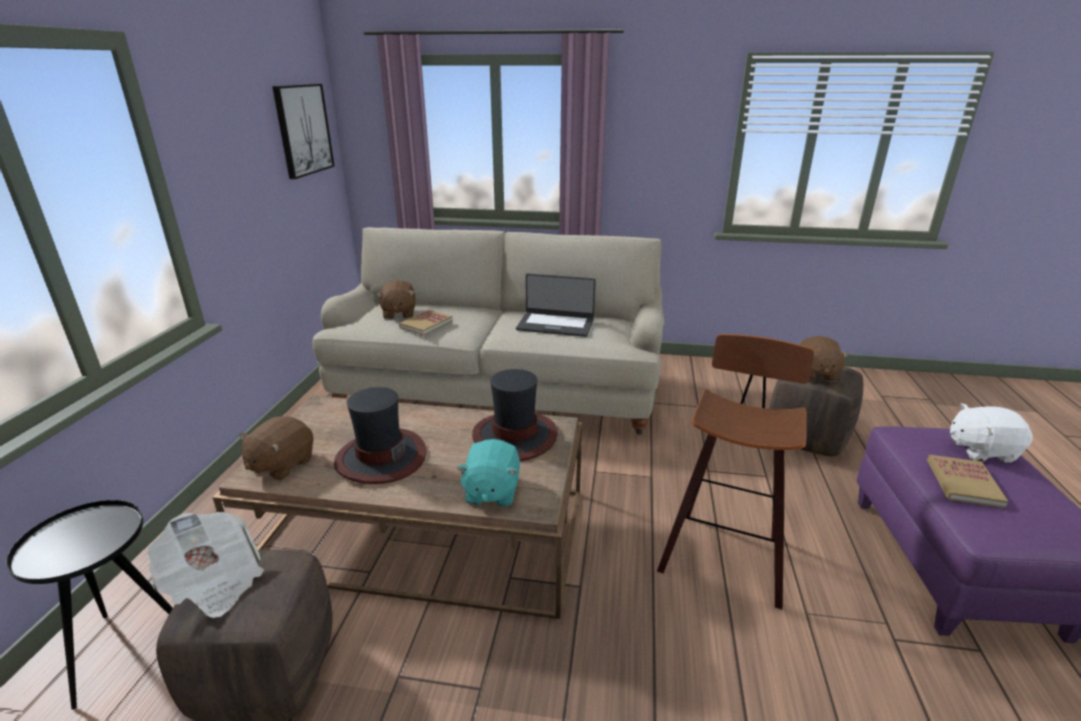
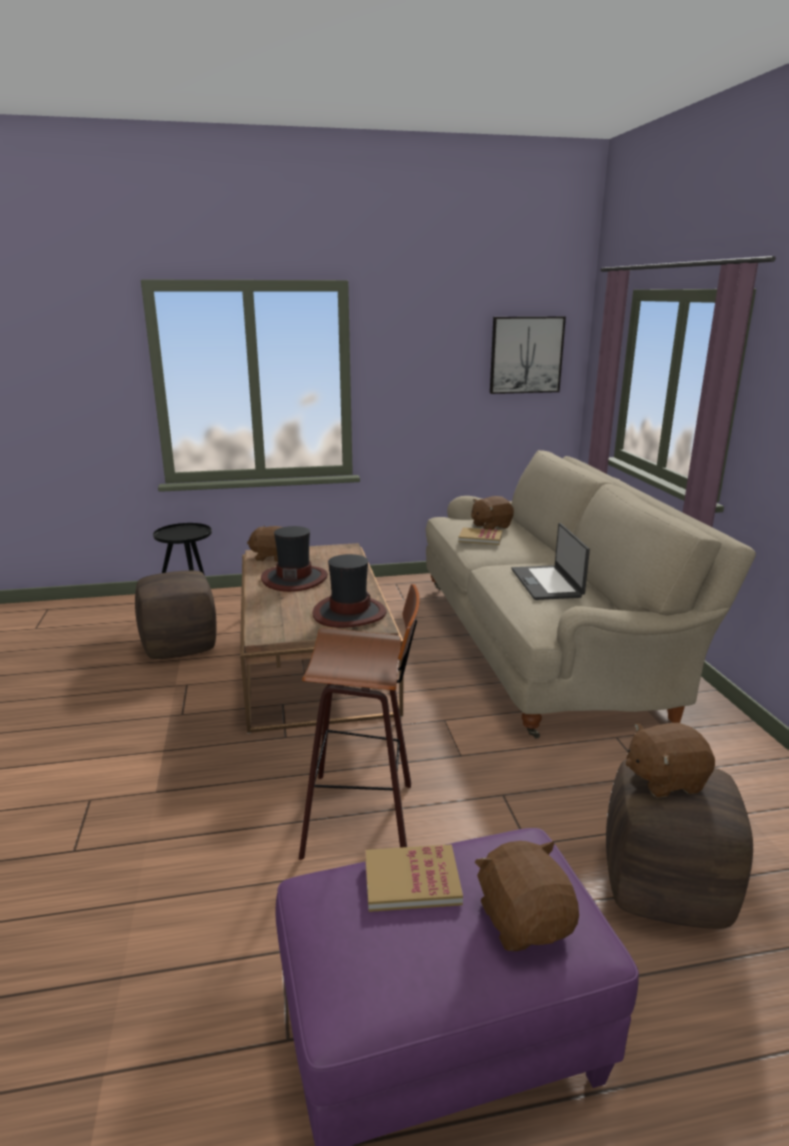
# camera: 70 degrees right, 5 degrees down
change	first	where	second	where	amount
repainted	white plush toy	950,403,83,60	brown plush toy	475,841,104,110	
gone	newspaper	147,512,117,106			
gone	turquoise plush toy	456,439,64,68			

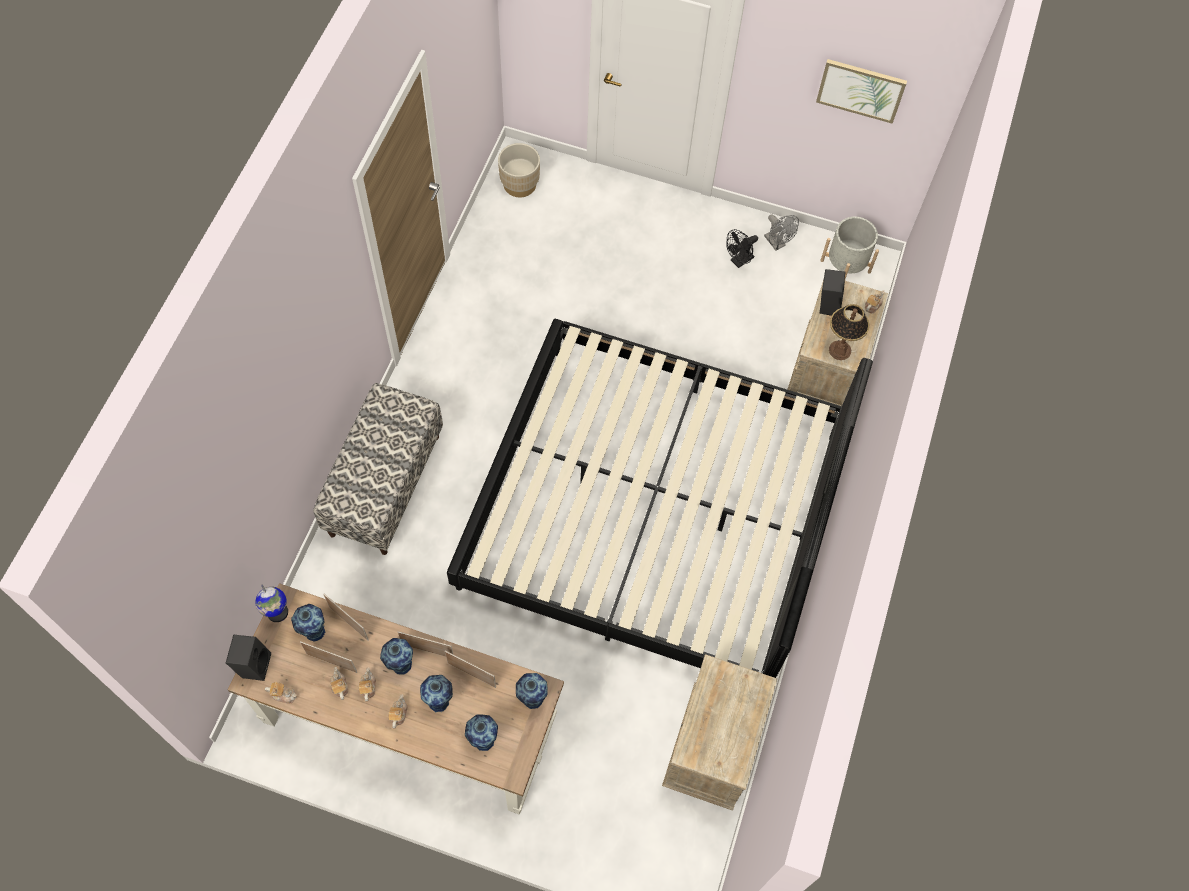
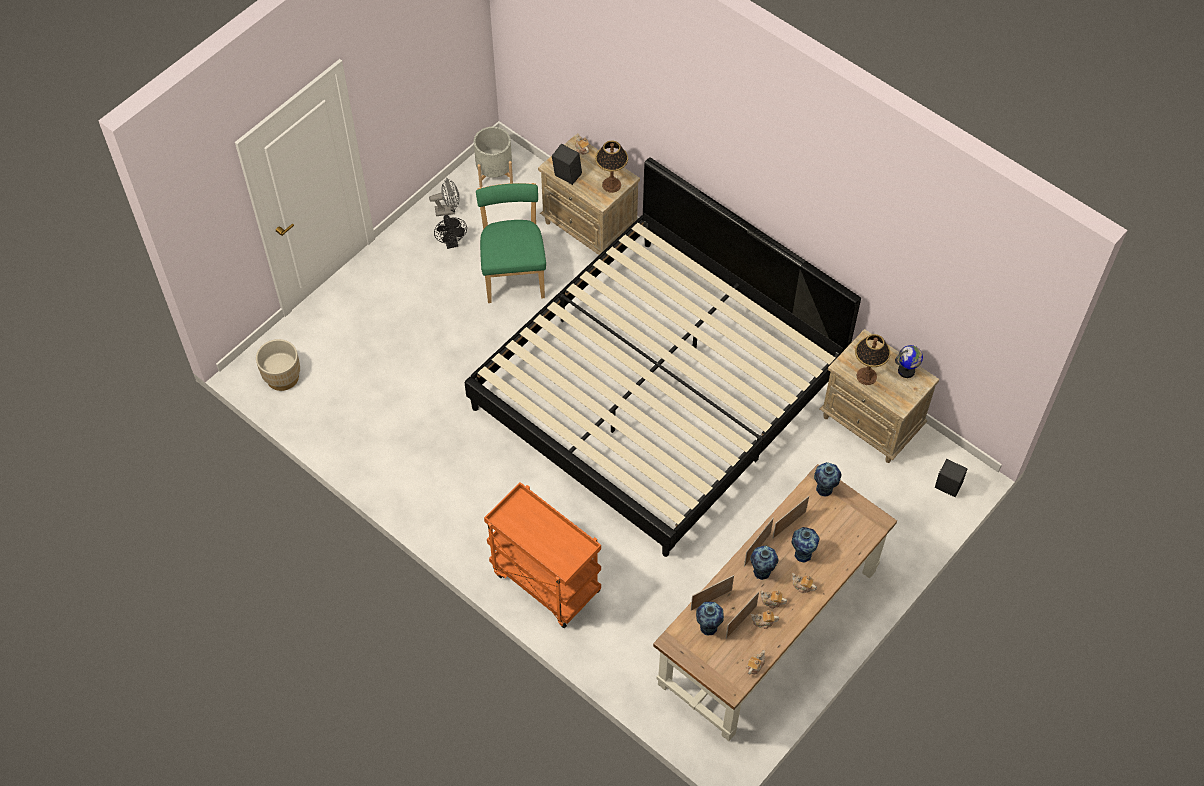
# camera: 65 degrees left, 5 degrees down
change	first	where	second	where	amount
new			green chair	476,183,70,120	
swapped	bench	313,383,130,172	orange cart	484,482,117,146	
new			table lamp	855,334,35,51	
shifted	globe	255,584,33,38		895,345,28,33	
shifted	black speaker	226,634,45,47		935,459,33,38	
gone	vase	465,714,33,37			
gone	picture	816,59,91,65			

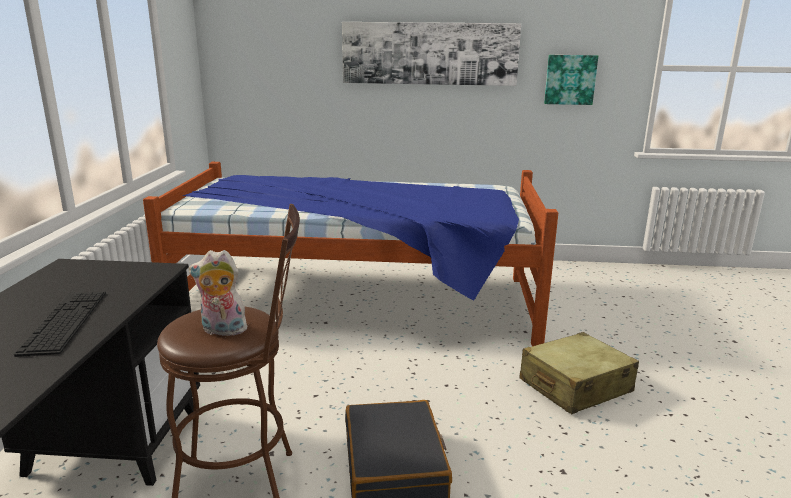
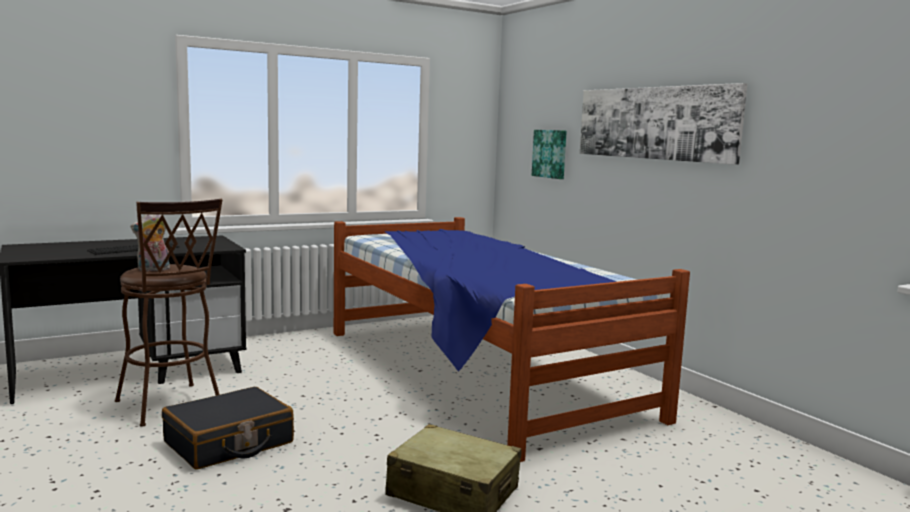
# camera: 55 degrees right, 10 degrees down
change	first	where	second	where	amount
rotated	plush toy	189,250,58,86		131,214,39,57	90 degrees counterclockwise
shifted	picture	544,55,54,50		532,130,35,49	

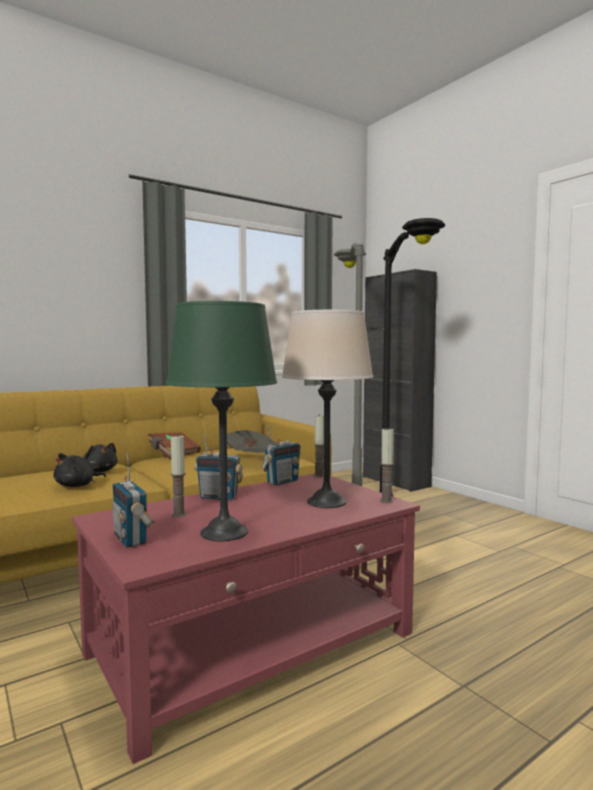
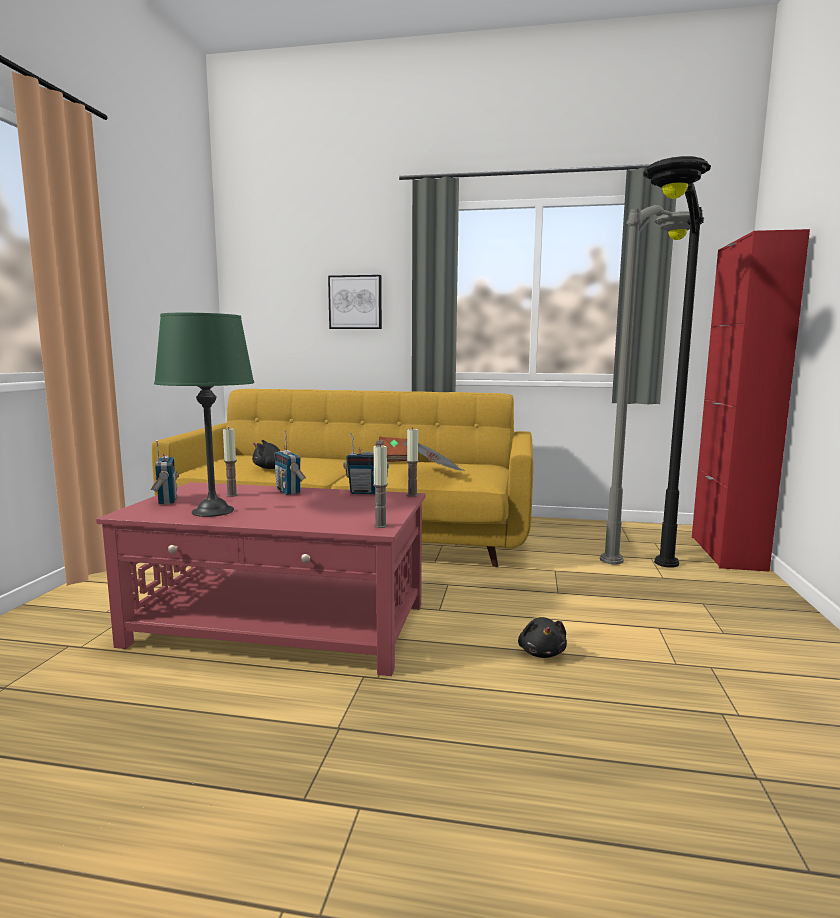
# camera: 45 degrees right, 5 degrees up
change	first	where	second	where	amount
rotated	radio	112,453,42,95		151,440,28,65	150 degrees clockwise
new			picture	328,275,54,54	
shifted	black plush toy	83,443,35,29		518,617,49,41	
repainted	black cabinet	363,269,74,223	red cabinet	692,229,118,343	
gone	beige table lamp	282,310,91,198			

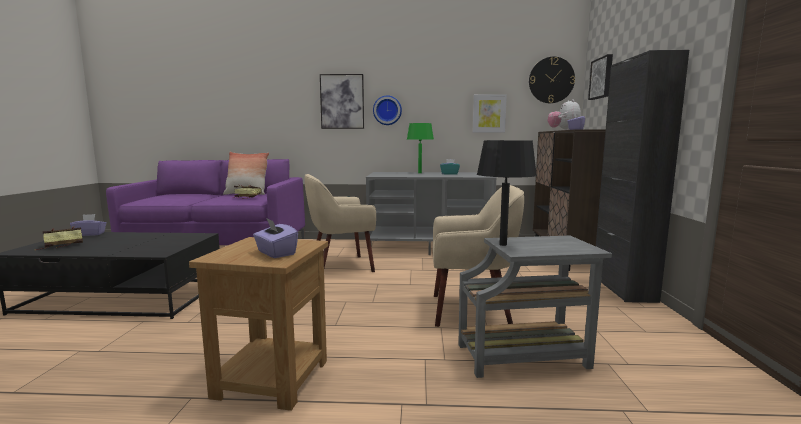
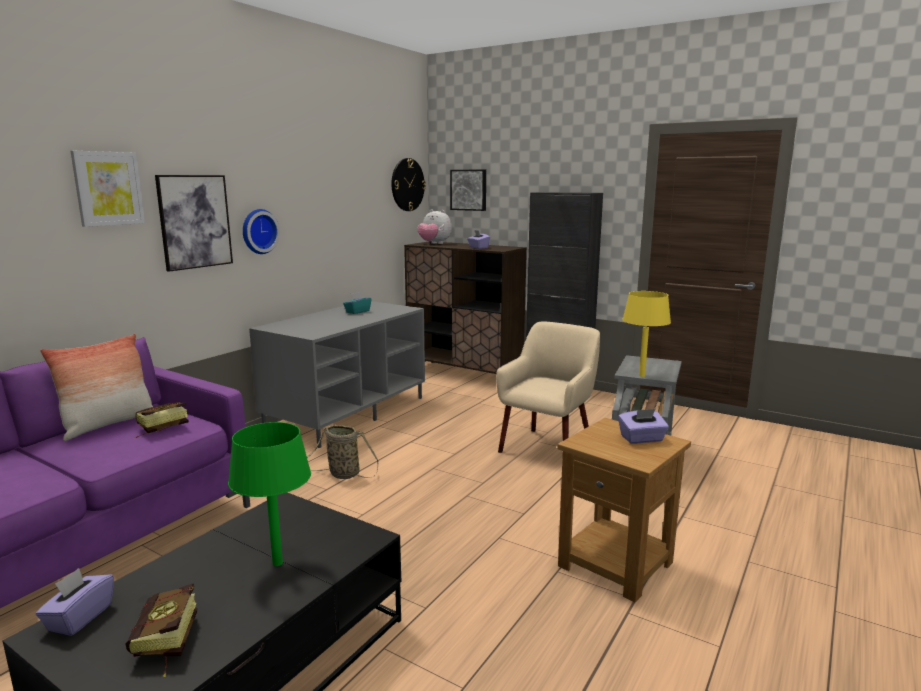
# camera: 60 degrees left, 5 degrees up
change	first	where	second	where	amount
shifted	picture	473,94,34,39		71,151,74,76	
shifted	green table lamp	407,123,27,50		228,422,83,144	
swapped	beige armchair	304,174,72,98	basket	307,425,72,54	
repainted	black table lamp	477,140,60,106	yellow table lamp	622,291,49,86	

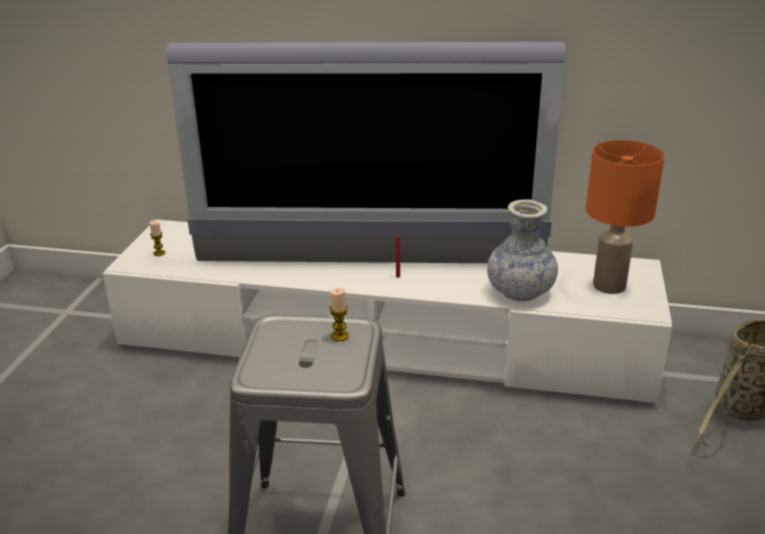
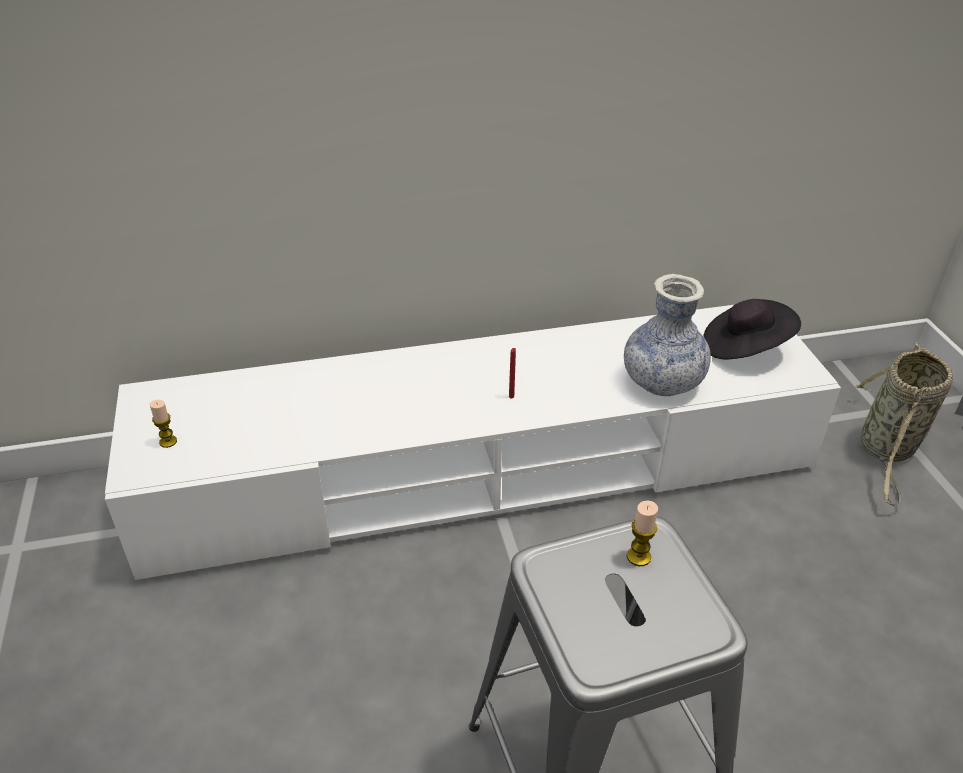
# camera: 25 degrees left, 10 degrees up
change	first	where	second	where	amount
swapped	orange table lamp	586,140,79,154	black hat	703,299,98,60	
gone	television	167,42,398,221			

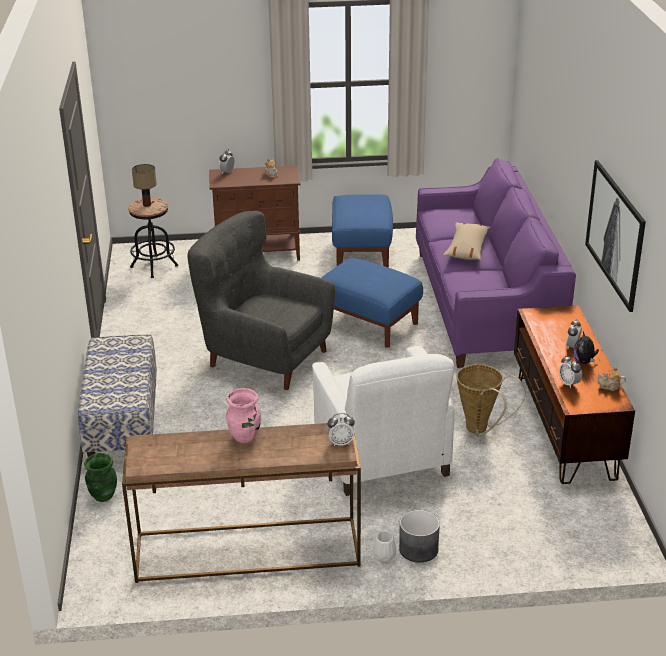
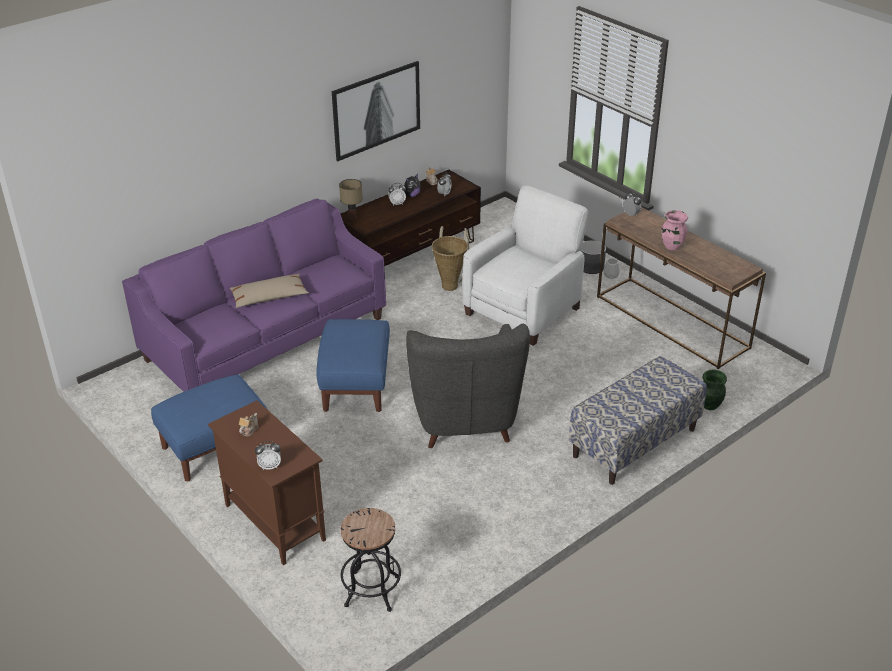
# camera: 125 degrees left, 5 degrees up
change	first	where	second	where	amount
shifted	table lamp	132,164,25,43		339,179,24,41	

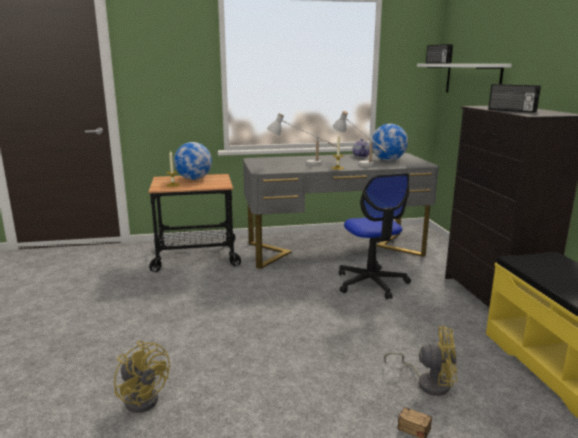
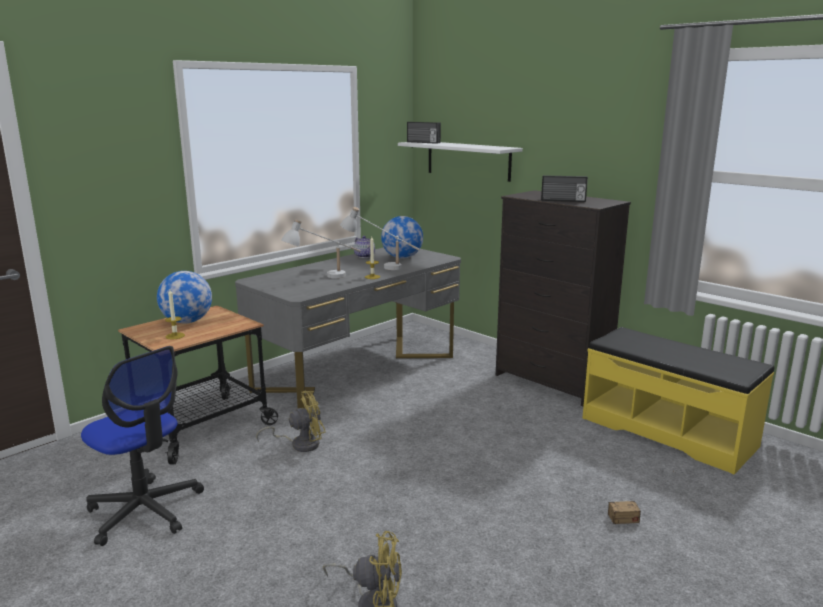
# camera: 35 degrees left, 0 degrees up
change	first	where	second	where	amount
shifted	office chair	339,173,72,126		81,346,123,200	
shifted	yellow fan	384,326,73,70		256,391,70,61	

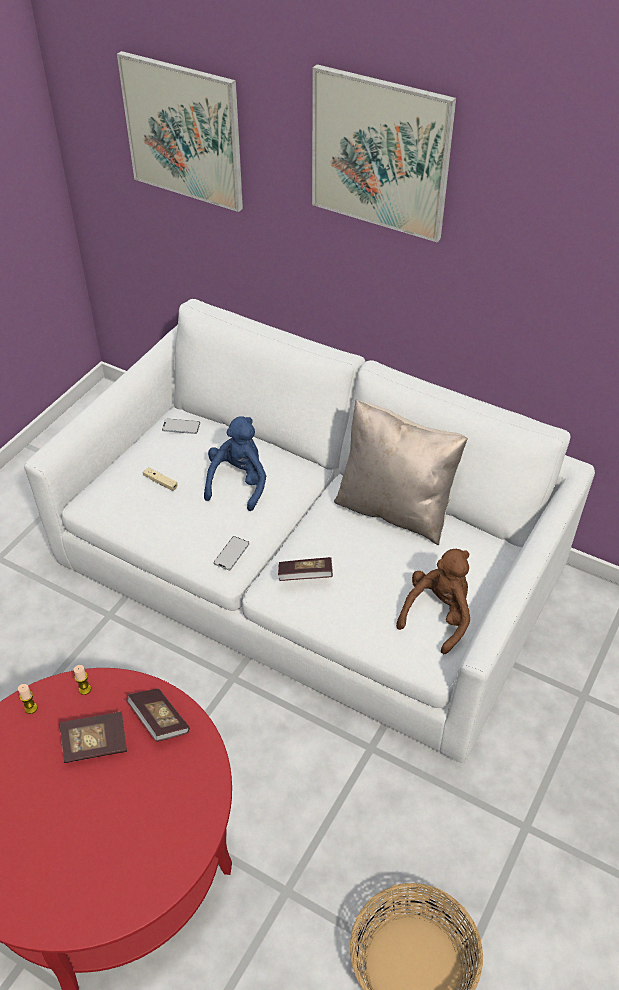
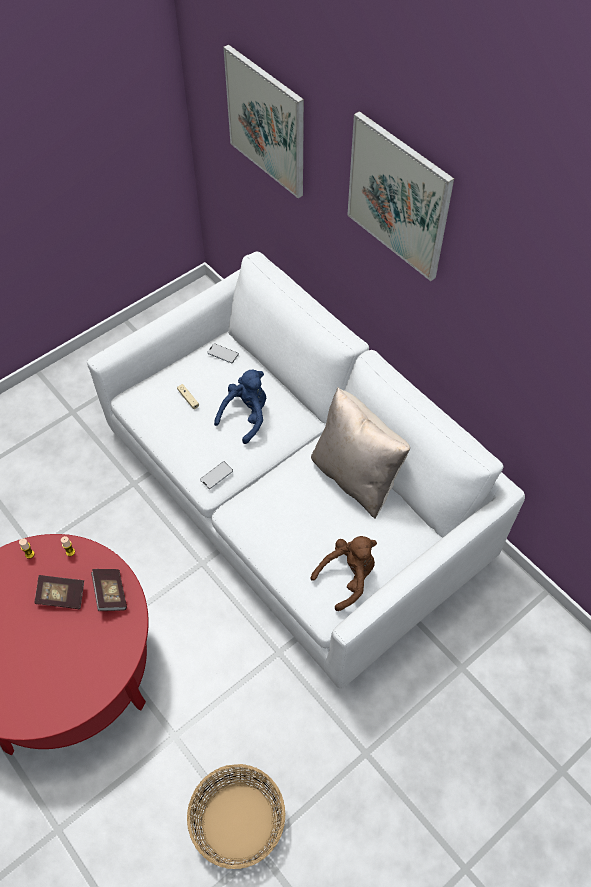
# camera: 20 degrees right, 10 degrees up
change	first	where	second	where	amount
gone	book	278,557,55,24			

